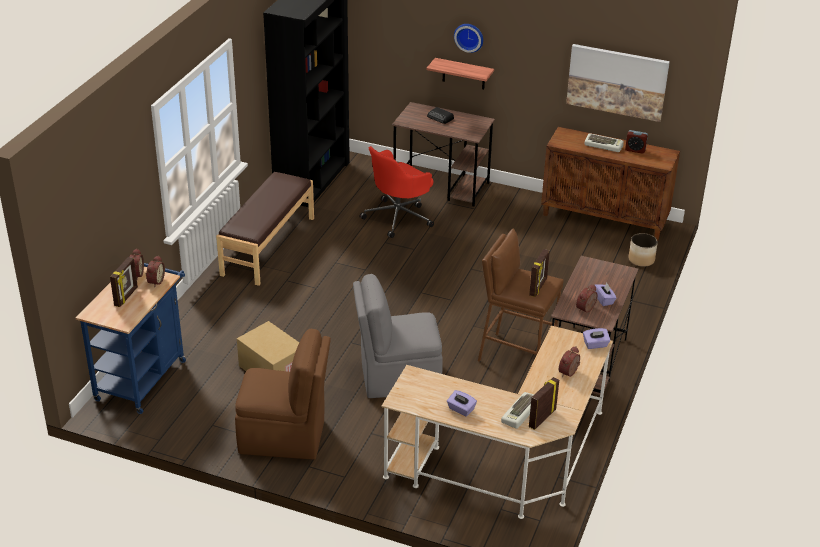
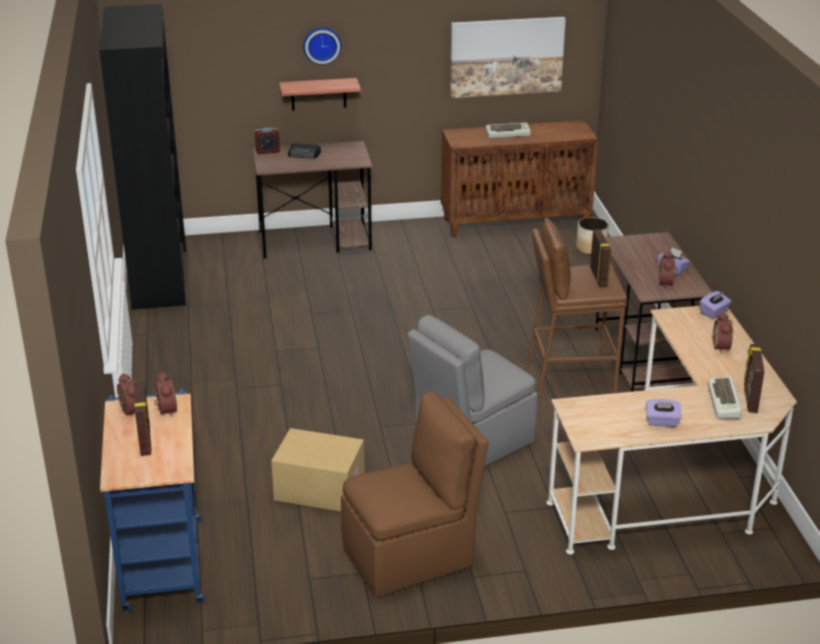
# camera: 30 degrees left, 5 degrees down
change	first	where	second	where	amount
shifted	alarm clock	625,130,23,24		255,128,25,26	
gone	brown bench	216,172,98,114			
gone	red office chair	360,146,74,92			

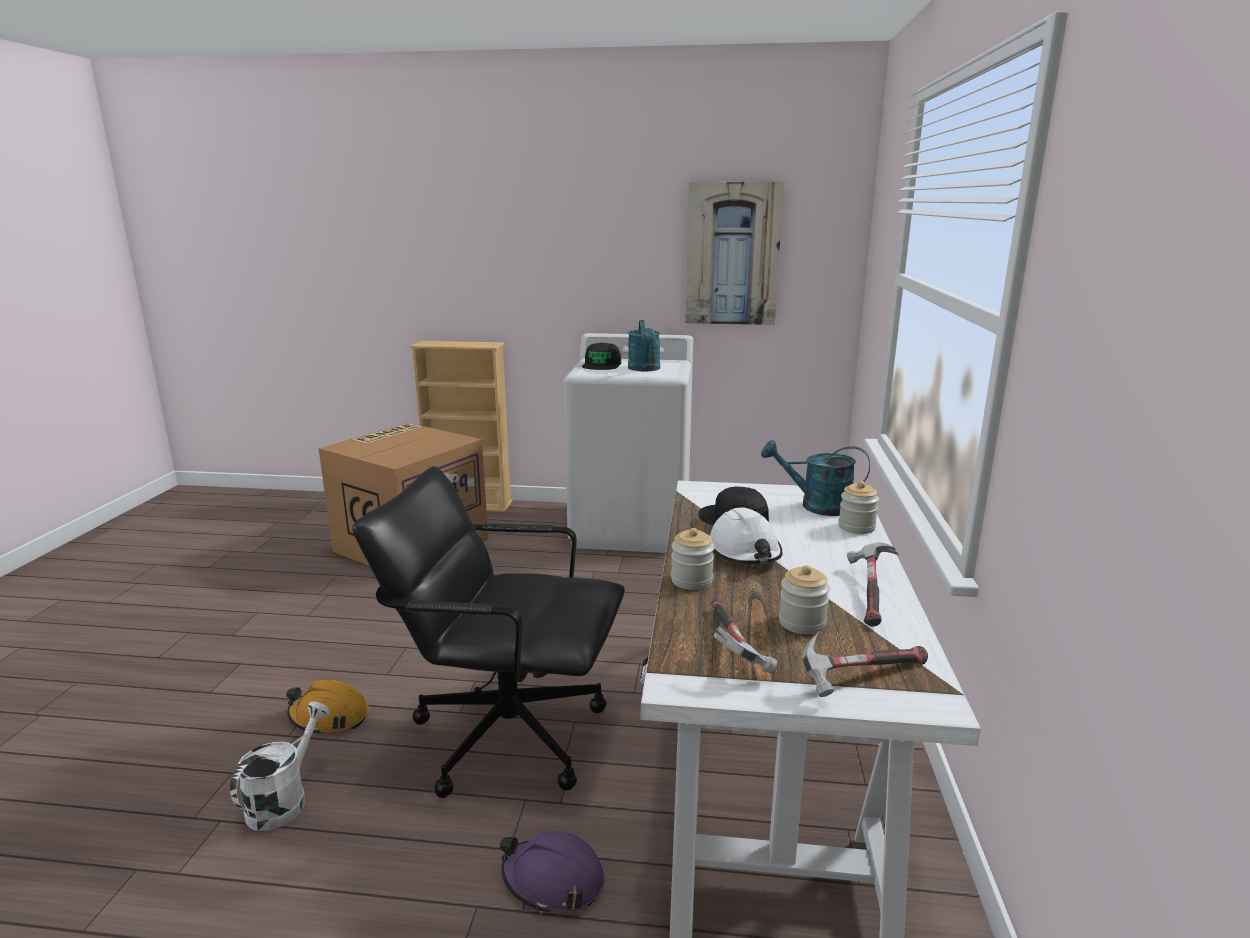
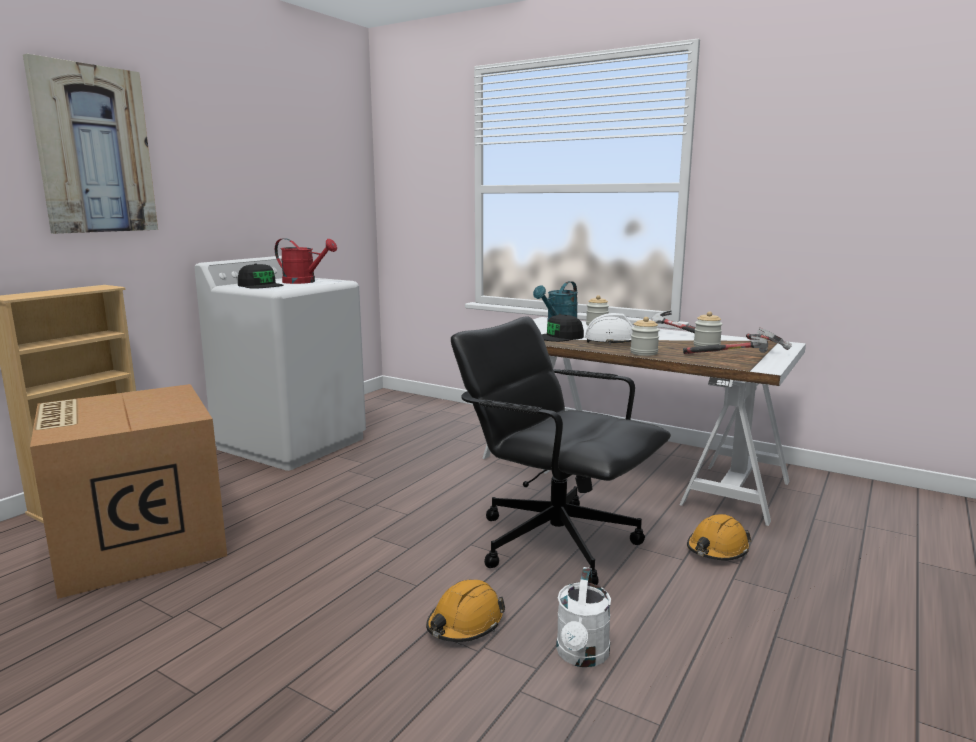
# camera: 65 degrees left, 5 degrees down
change	first	where	second	where	amount
shifted	picture	685,182,99,143		23,54,135,180	
repainted	turquoise watering can	628,320,32,51	red watering can	275,238,62,46	
rotated	black office chair	352,466,273,332		451,316,220,269	90 degrees clockwise
rotated	white watering can	230,702,100,129		556,567,55,100	120 degrees counterclockwise
repainted	purple hard hat	500,831,104,82	orange hard hat	687,514,64,47	

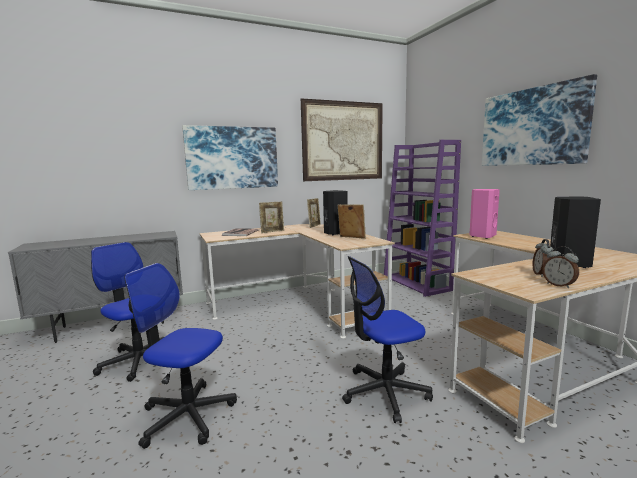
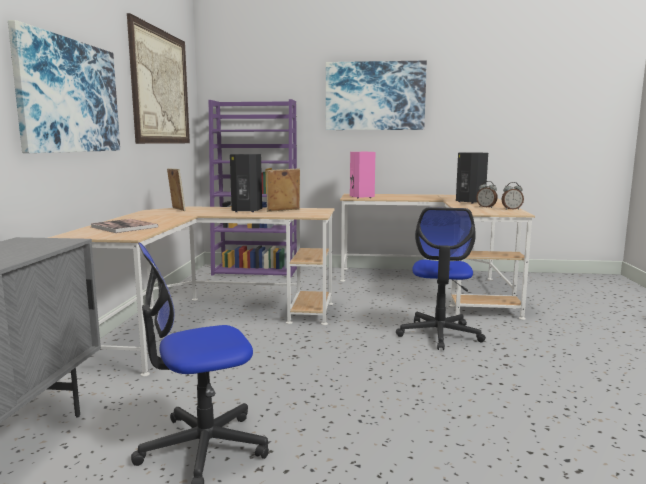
# camera: 60 degrees left, 0 degrees up
change	first	where	second	where	amount
gone	office chair	124,263,113,186			
gone	picture frame	259,202,25,31			

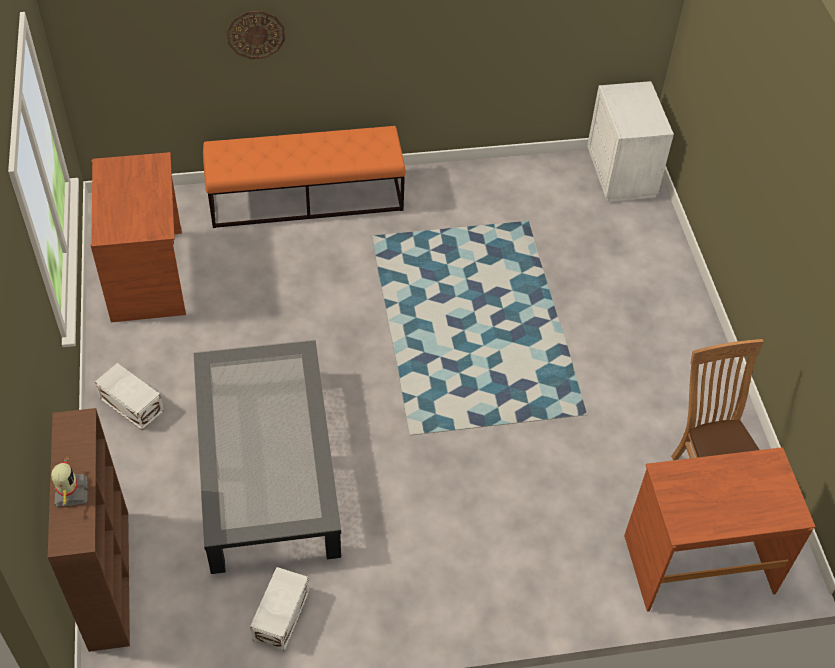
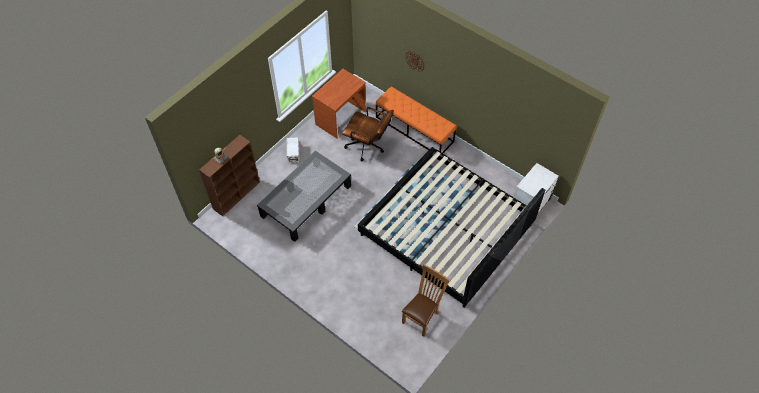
# camera: 50 degrees right, 5 degrees up
change	first	where	second	where	amount
new			brown office chair	342,107,52,54	
new			bed	358,147,187,161	
gone	white storage box	250,567,59,85			
gone	brown desk	624,447,191,165			

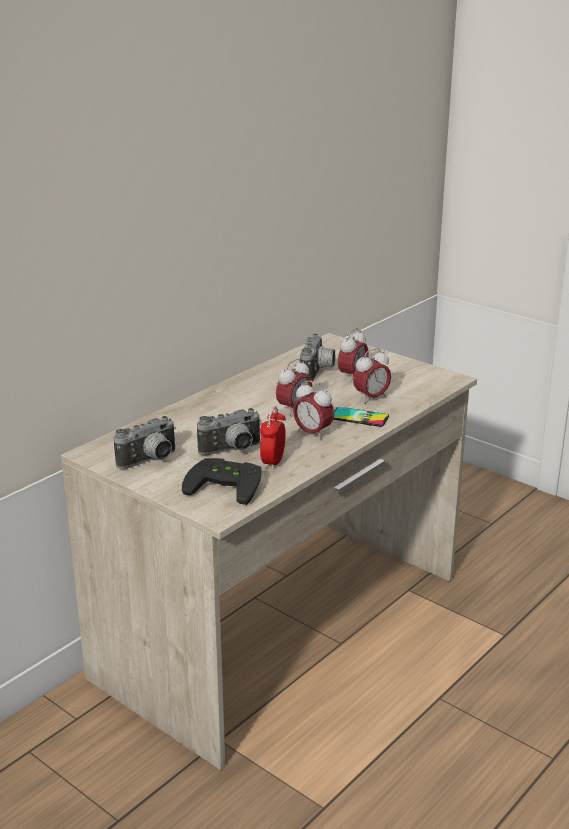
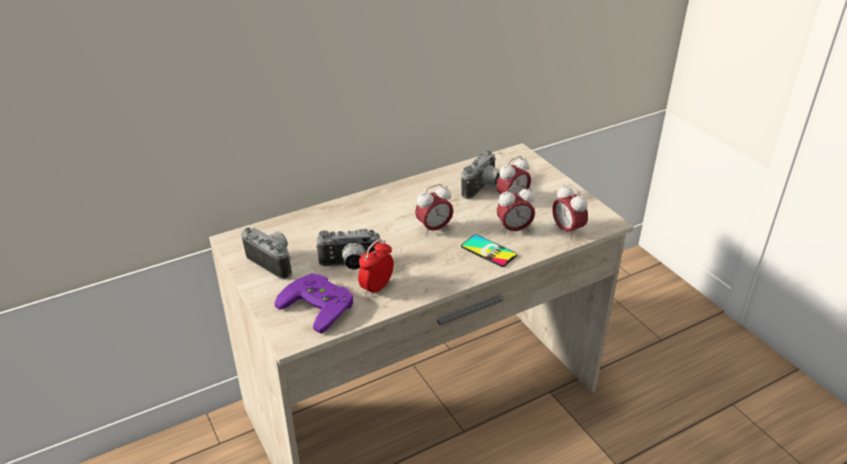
# camera: 20 degrees right, 10 degrees up
change	first	where	second	where	amount
rotated	photo camera	114,416,62,53		241,227,51,52	120 degrees counterclockwise
repainted	black game controller	182,458,80,47	purple game controller	275,273,78,61	
shifted	alarm clock	293,380,41,60		552,184,36,55	

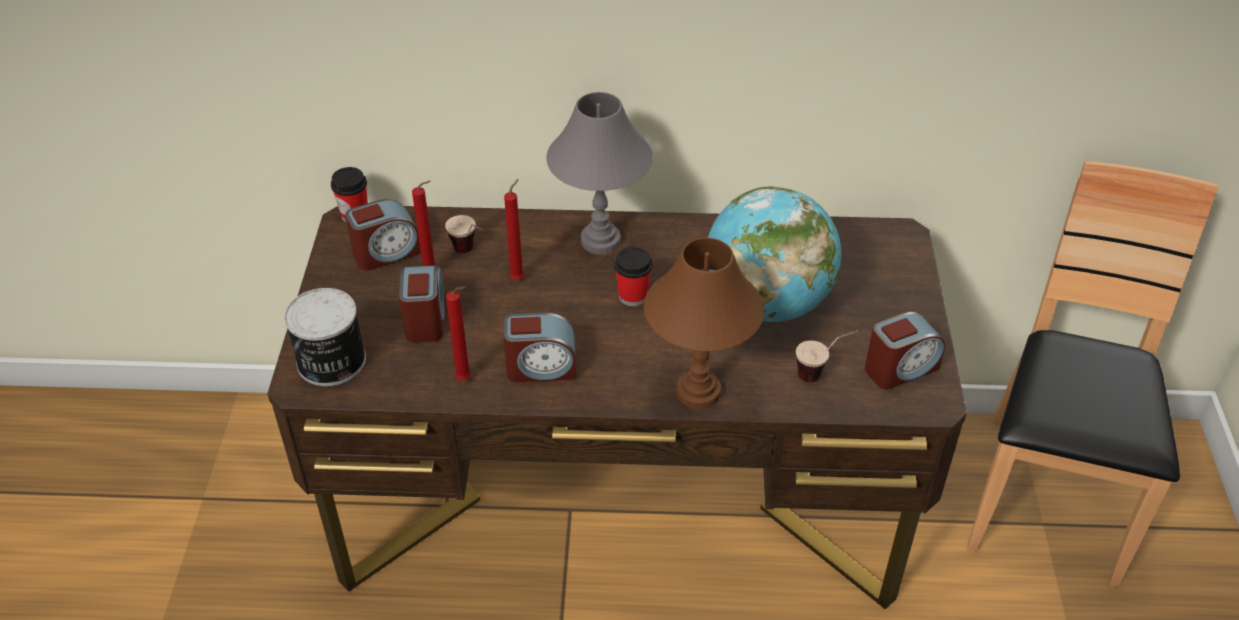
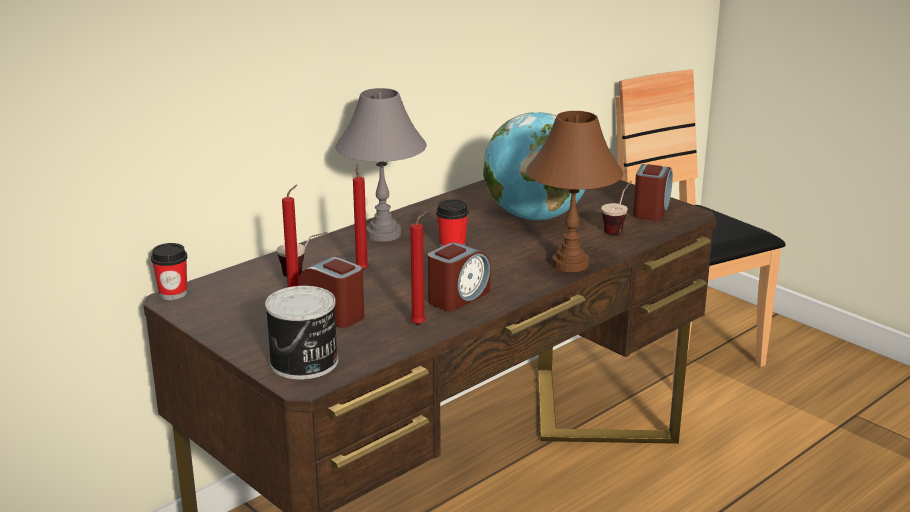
# camera: 45 degrees left, 20 degrees down
change	first	where	second	where	amount
gone	alarm clock	345,199,76,71			

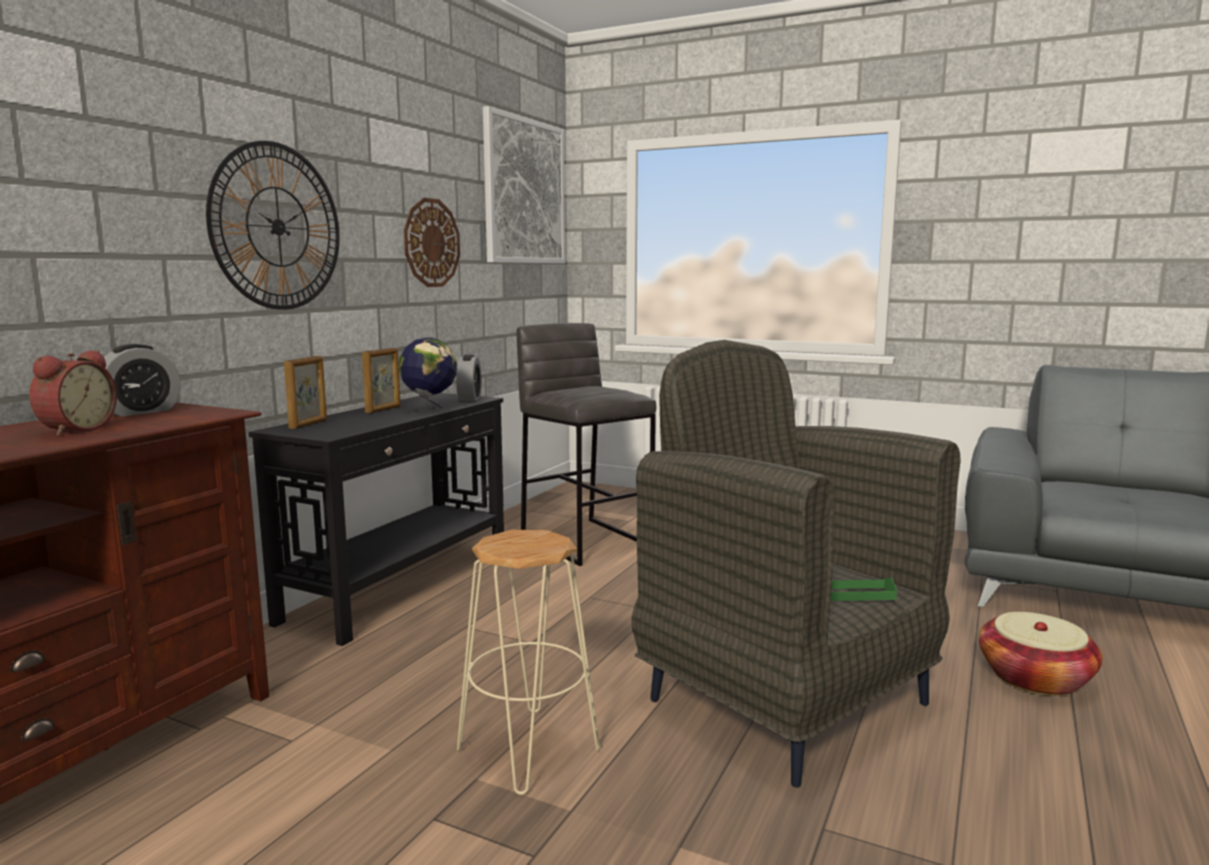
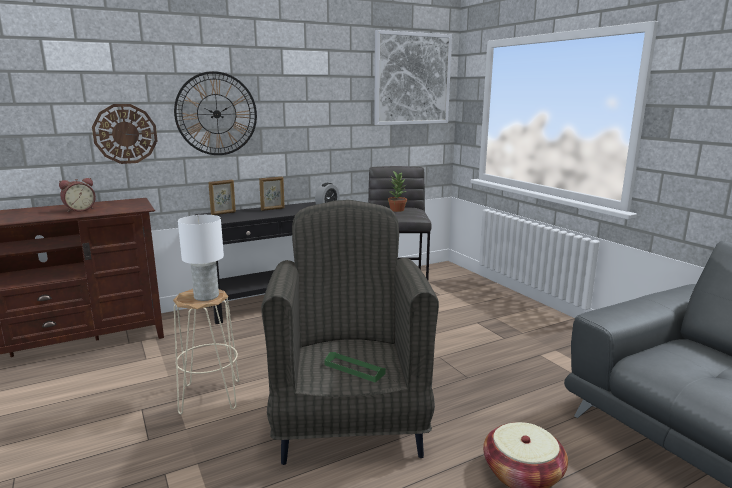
# camera: 35 degrees right, 5 degrees up
change	first	where	second	where	amount
shifted	wall clock	404,198,56,89		92,104,65,60	
new			white table lamp	178,215,46,86	
new			potted plant	388,171,19,41	
gone	alarm clock	104,344,77,73			
gone	globe	398,337,59,78			

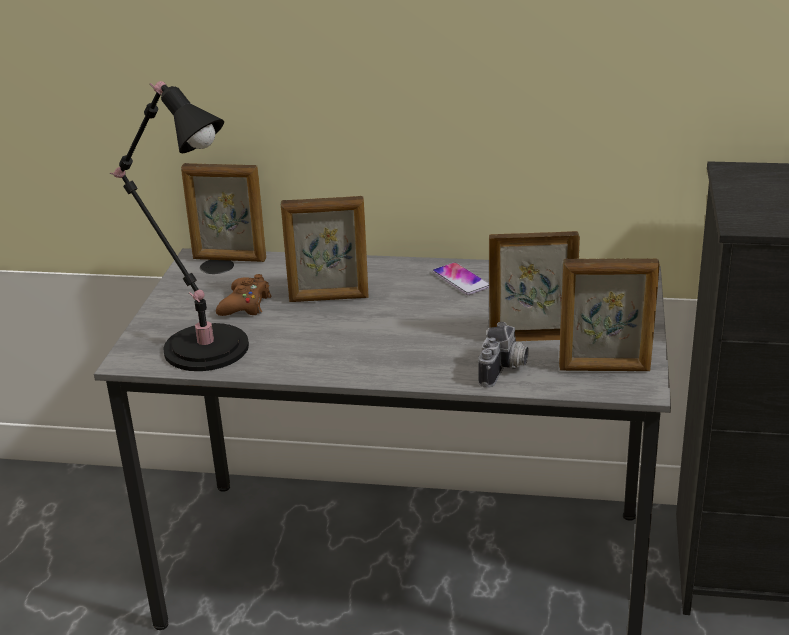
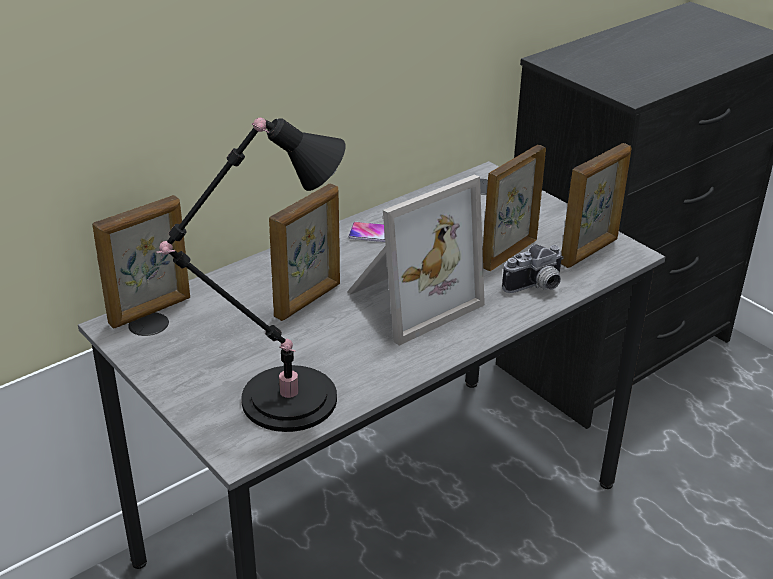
# camera: 50 degrees left, 5 degrees up
change	first	where	second	where	amount
new			picture frame	347,175,138,171	
rotated	photo camera	478,322,51,66		502,244,62,49	90 degrees clockwise
gone	brown game controller	216,274,55,42			

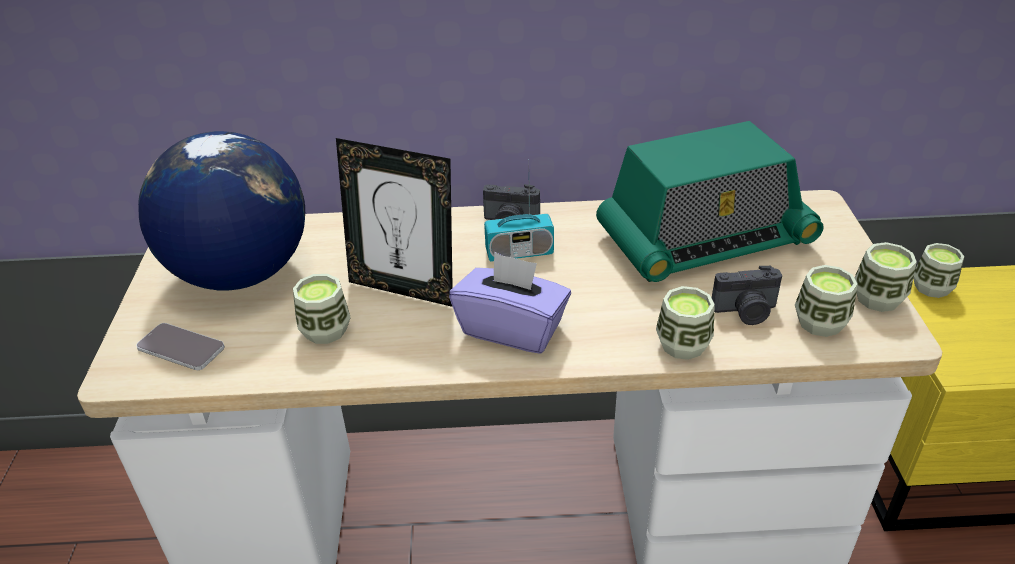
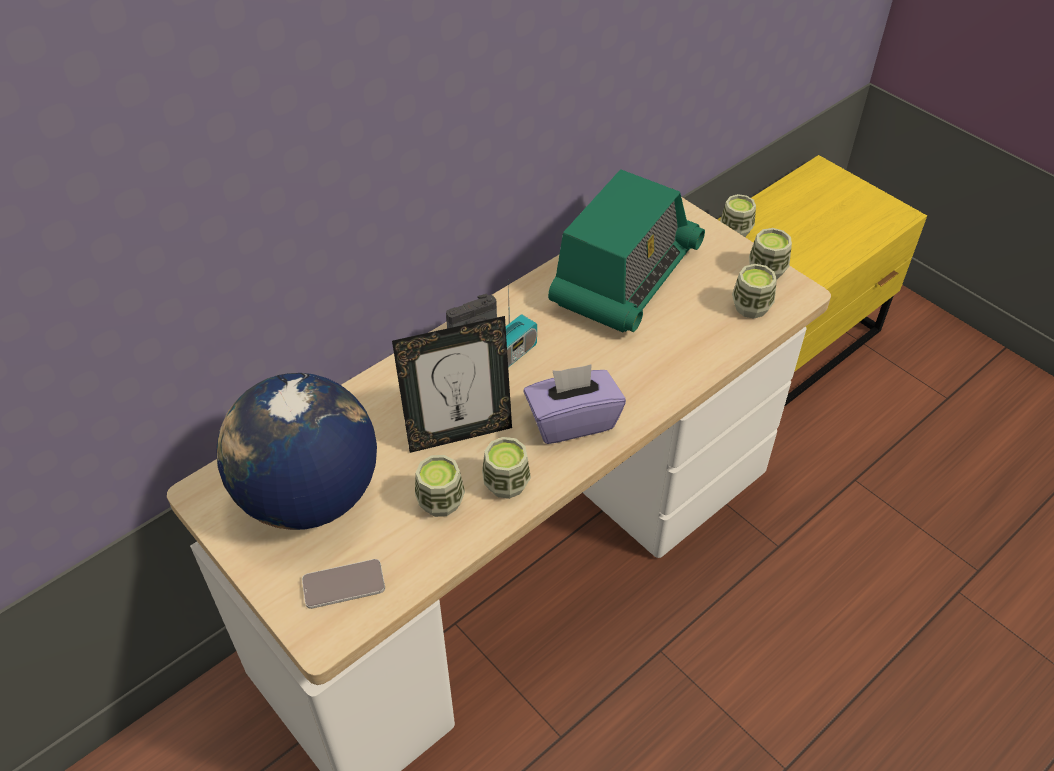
# camera: 40 degrees left, 10 degrees up
change	first	where	second	where	amount
shifted	cup	656,286,59,74		482,437,49,62	
gone	photo camera	712,266,70,59			

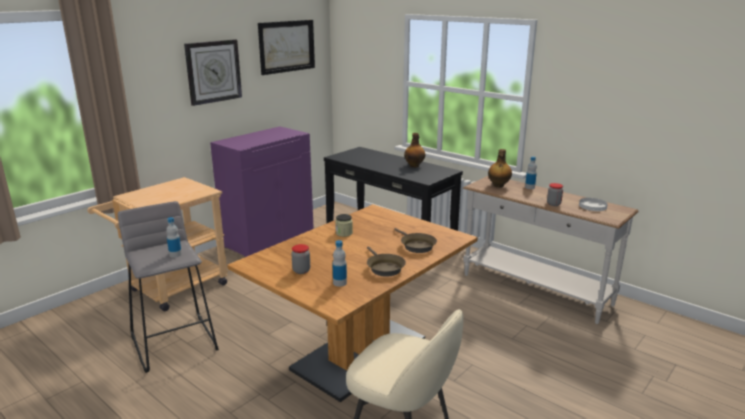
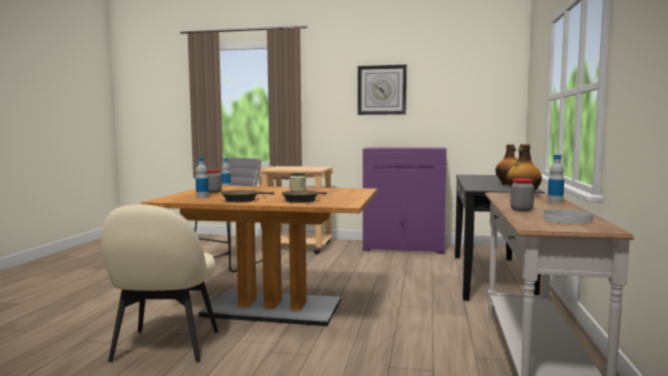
# camera: 60 degrees right, 15 degrees down
change	first	where	second	where	amount
gone	picture	258,20,57,55			

